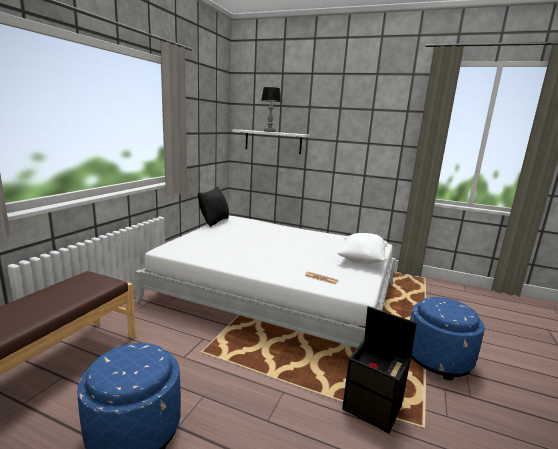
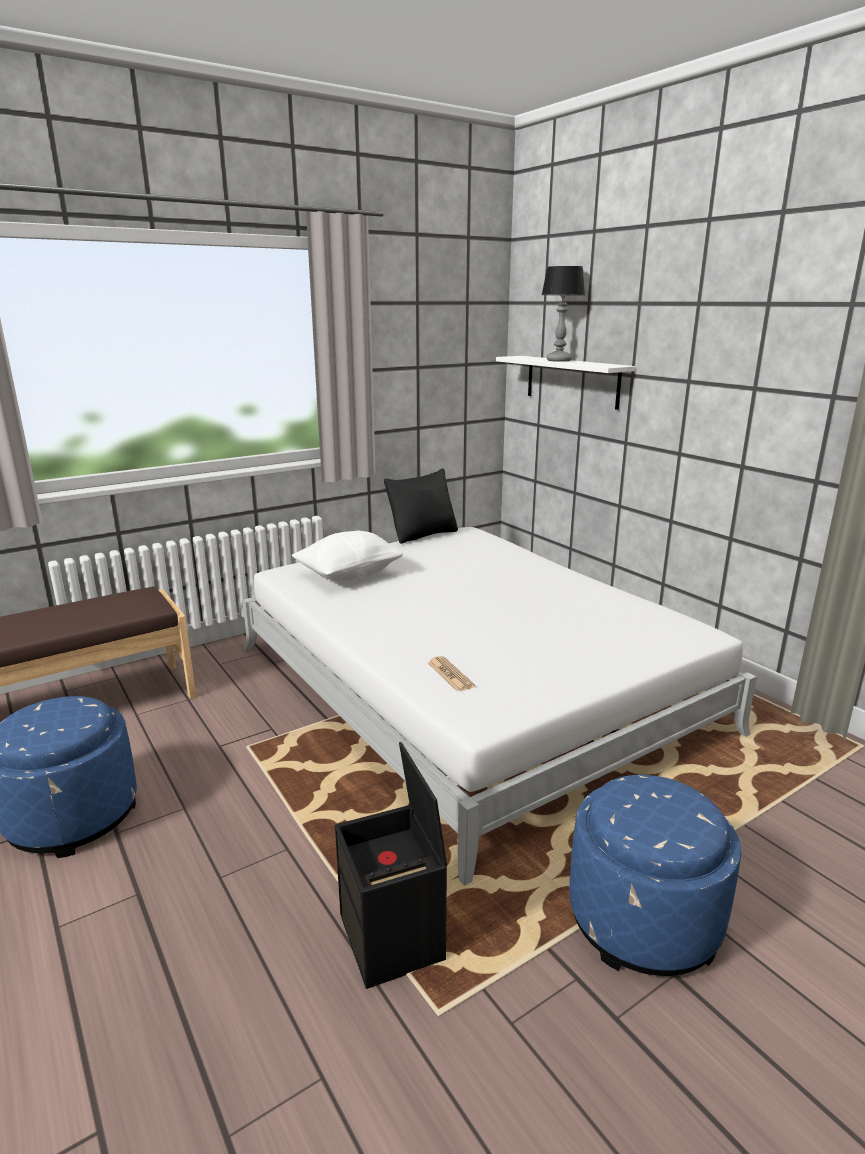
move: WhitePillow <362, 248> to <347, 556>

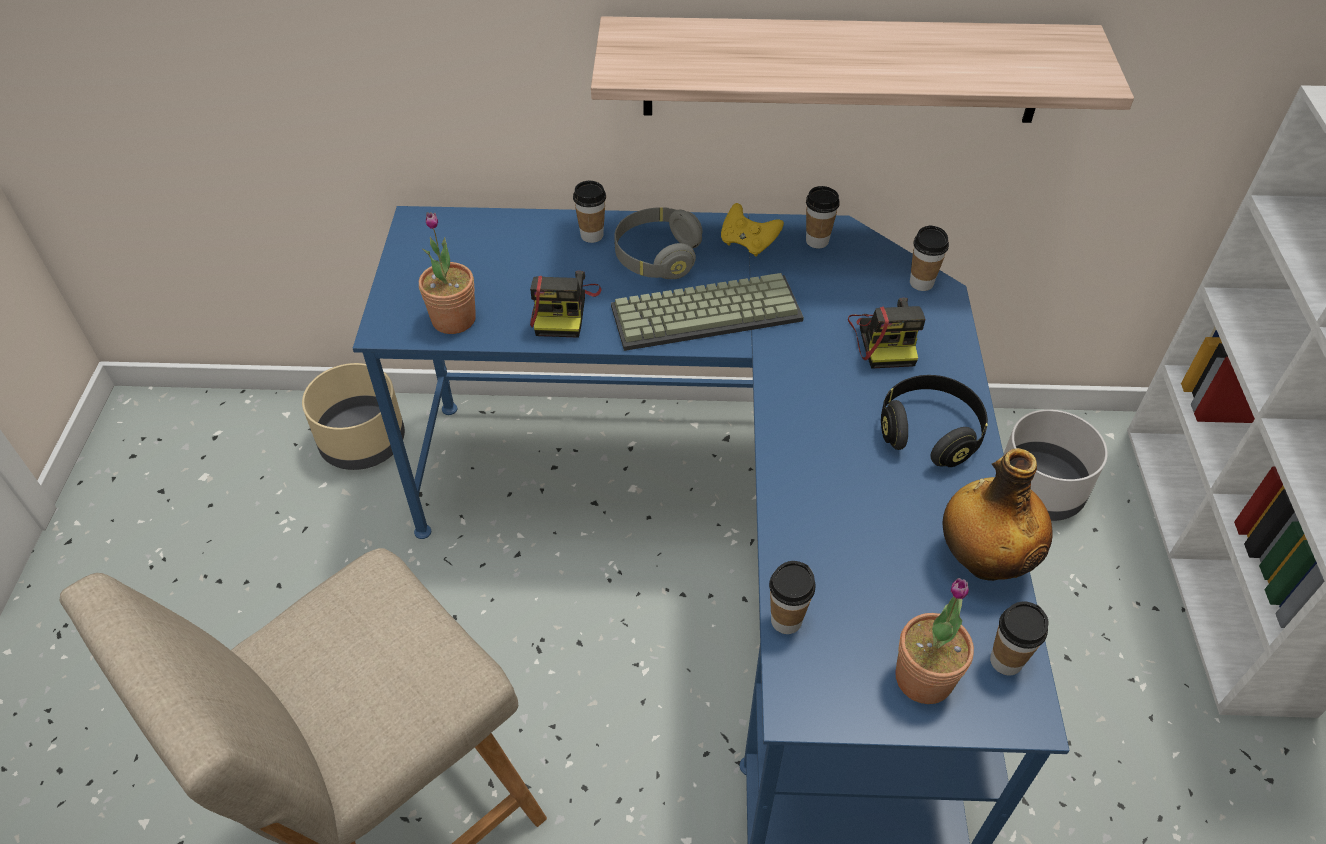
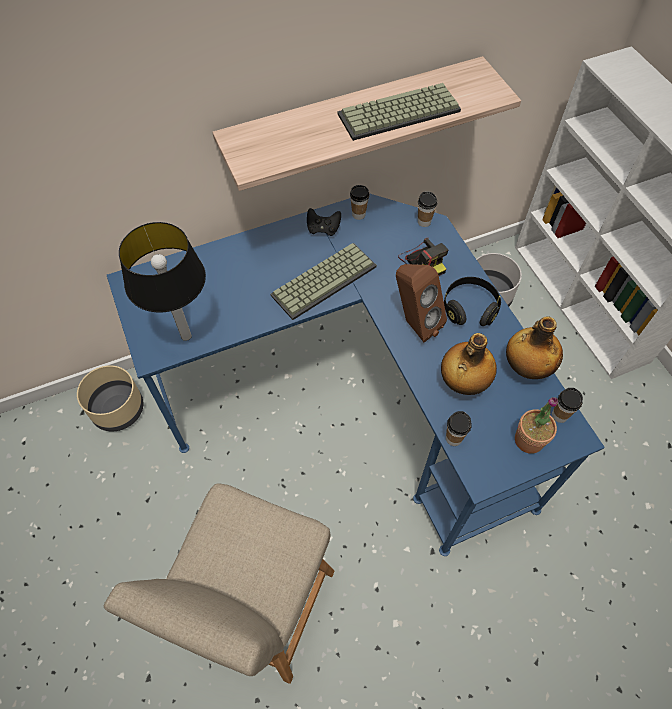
delete: PhotoCamera <566, 304>; Cup <589, 212>; GreyHeadphones <658, 243>
insert: Keyboard <399, 112>; BrownSpeaker <421, 303>; Bottle <469, 364>
replace: PottedPlant <447, 273> to TableLamp <162, 281>
recolor: YellowGameController <752, 230> to BlackGameController <324, 222>

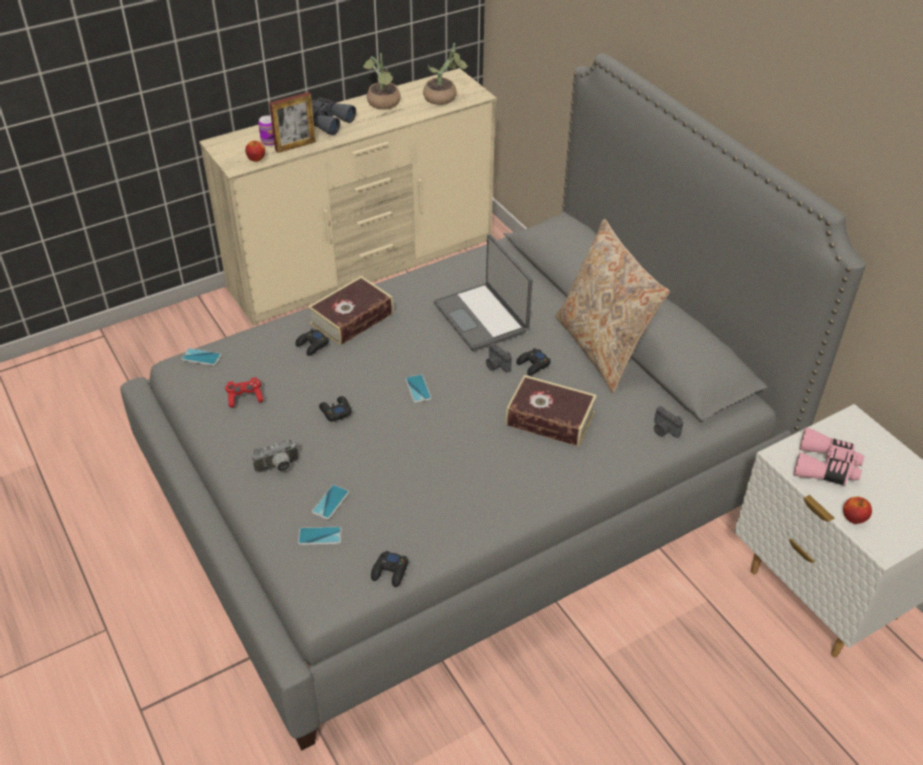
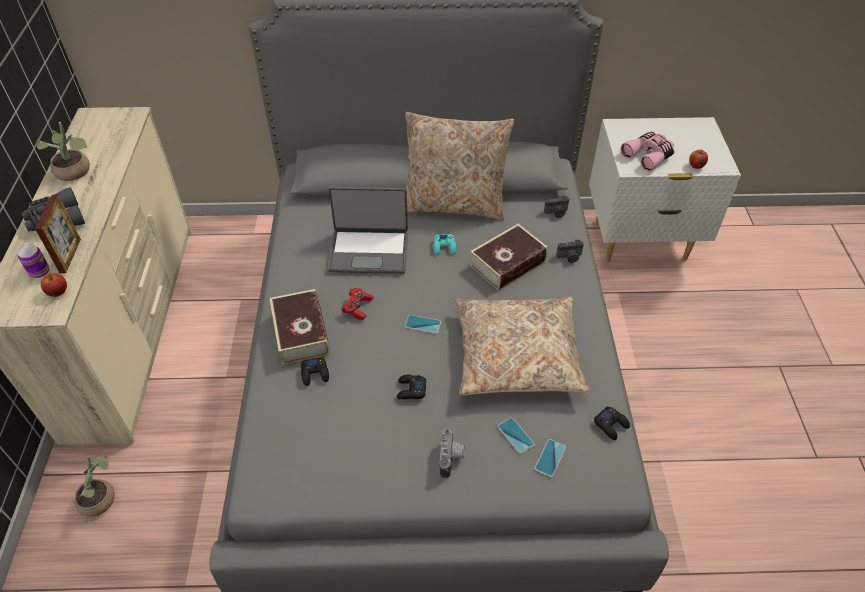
delete: Phone <201, 357>
insert: BeigePillow <523, 345>
move: PottedPlant <445, 74> to <94, 486>; RedGameController <244, 392> to <357, 304>; PhotoCamera <499, 358> to <570, 251>
recolor: BlackGameController <533, 361> to TurquoiseGameController <444, 244>

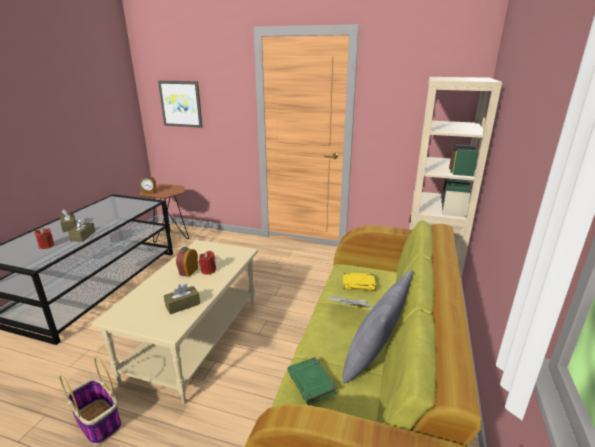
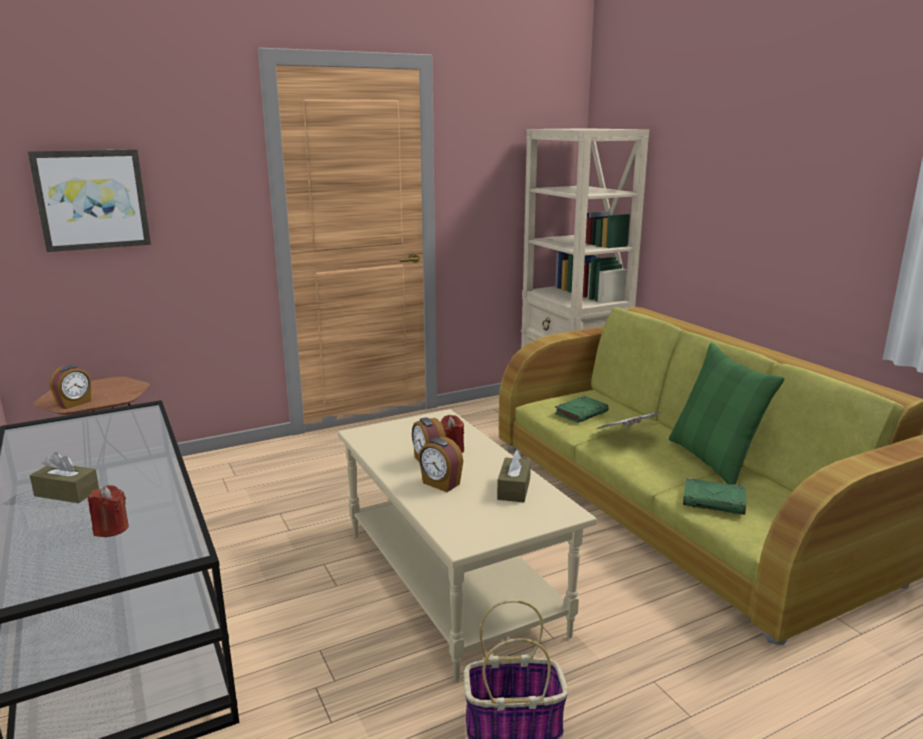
delete: BrownTissueBox <82, 230>
insert: AlarmClock <441, 464>
recolor: YellowBook <359, 281> to GreenBook <582, 409>; GreyPillow <377, 327> to GreenPillow <727, 414>

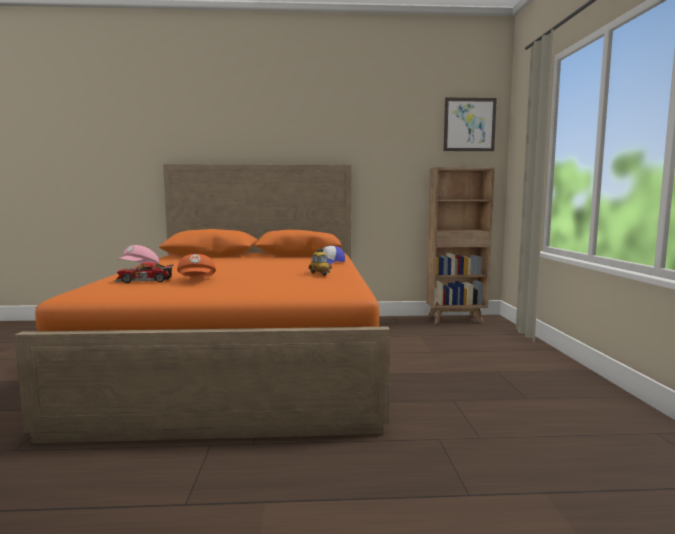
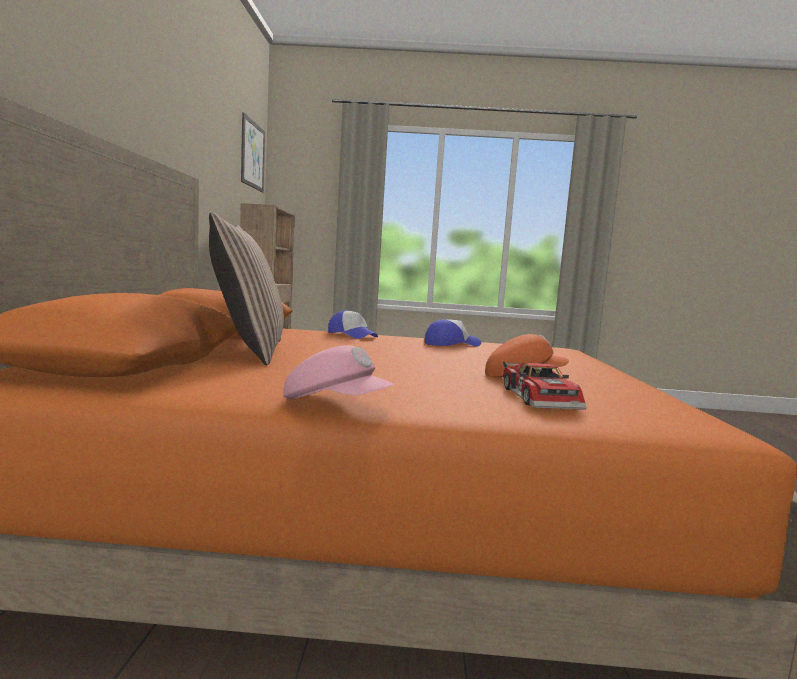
insert: Pillow <246, 288>
replace: ToyCar <320, 262> to Cap <453, 332>

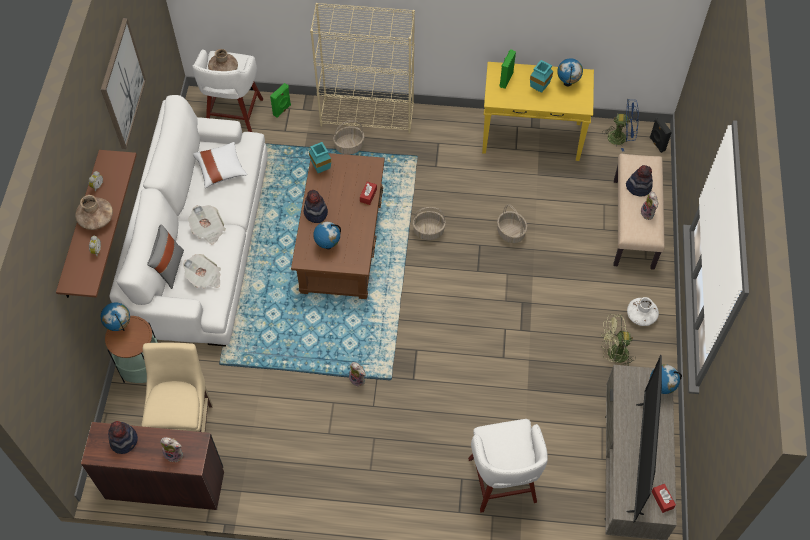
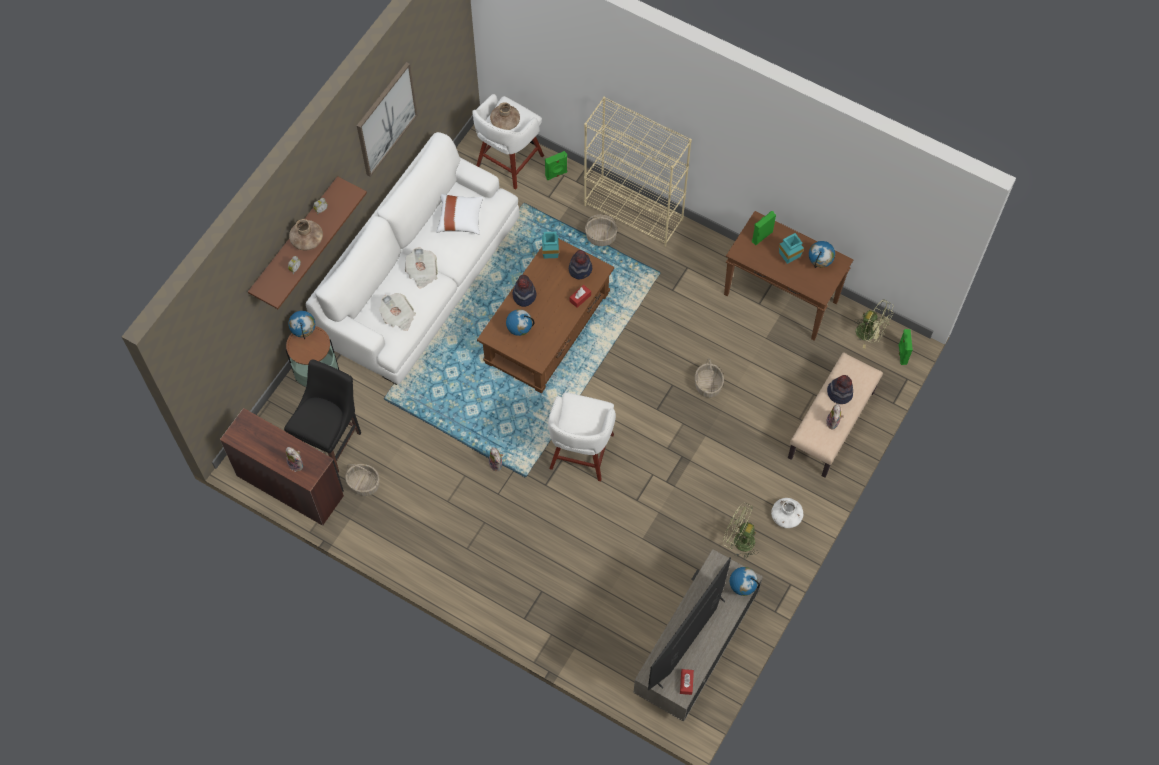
delete: GreyPillow <165, 256>
move: Basket <429, 223> to <362, 480>; WhiteStool <508, 466> to <582, 436>; Hat <123, 437> to <580, 264>
recolor: BeigeChair <177, 387> to BlackChair <322, 415>; YellowConsoleTable <538, 111> to BrownConsoleTable <789, 276>; BlueFan <620, 125> to GreenFan <874, 324>; BlackSpeaker <660, 135> to GreenSpeaker <906, 347>

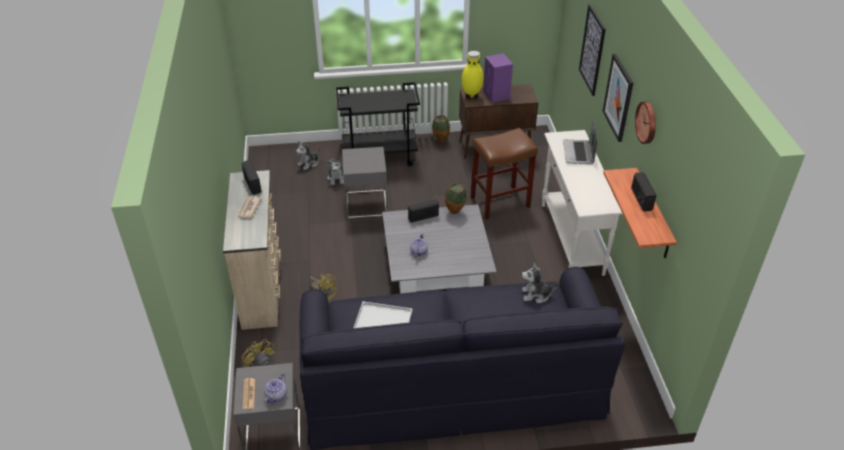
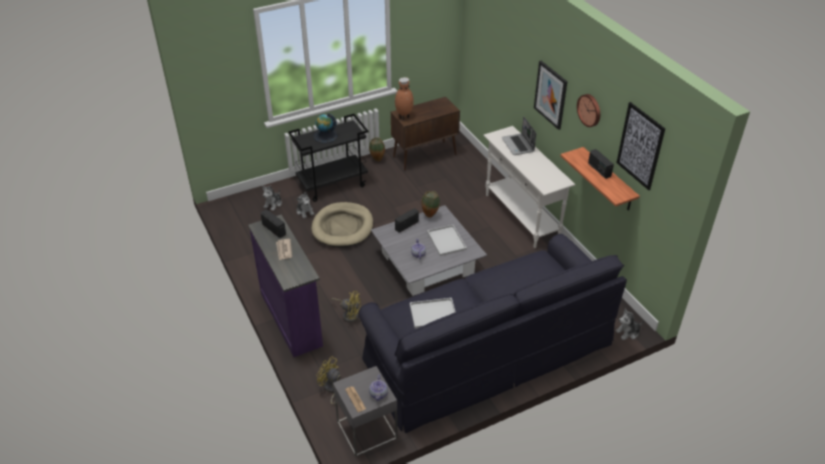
delete: BrownStool <504, 173>; PurpleSpeaker <498, 78>
insert: Globe <325, 128>; WhiteTray <447, 240>
move: PlushToy <540, 282> to <629, 324>; Picture <592, 50> to <640, 146>
replace: GreySideTable <365, 183> to BeigeDogBed <342, 225>
recolor: BeigeDresser <252, 250> to PurpleDresser <285, 286>; YellowVase <473, 75> to BrownVase <404, 98>

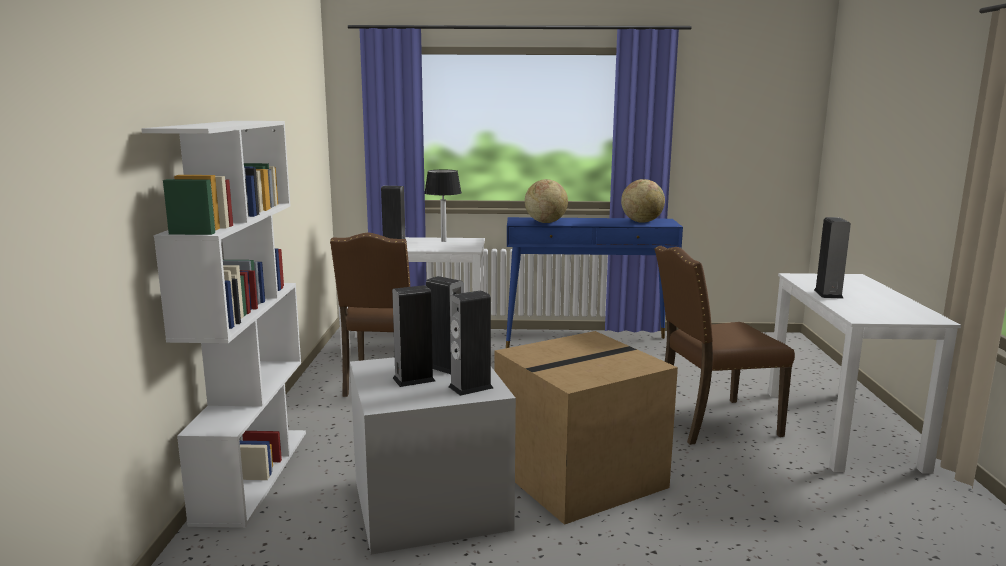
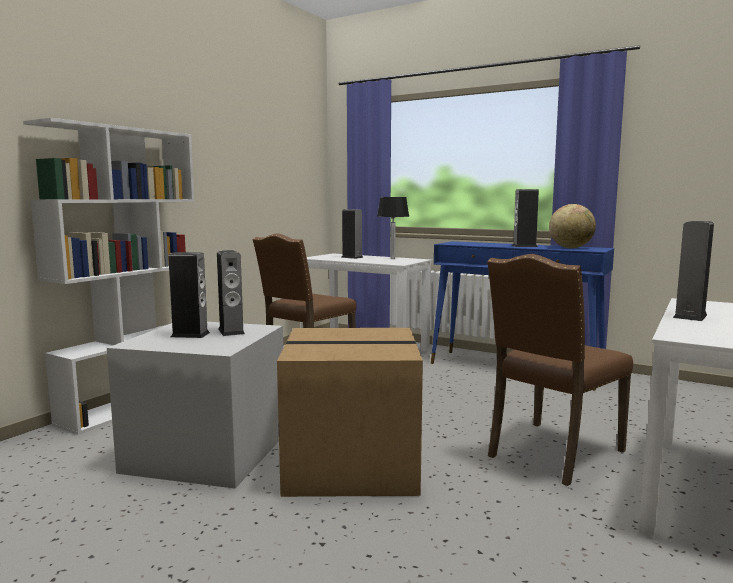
delete: Globe <546, 201>
move: Speaker <471, 343> to <525, 218>
rotate: BrownChair <724, 345> = <560, 370> 60 degrees counterclockwise

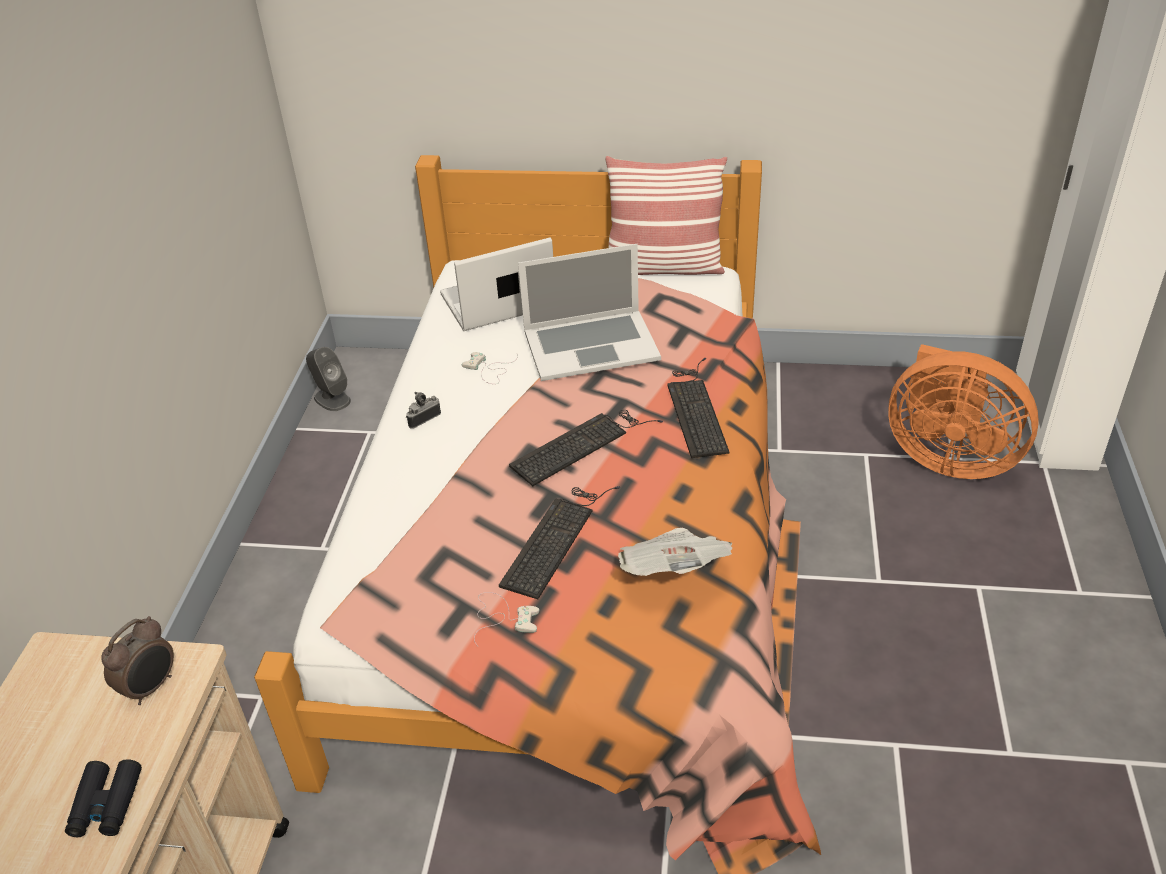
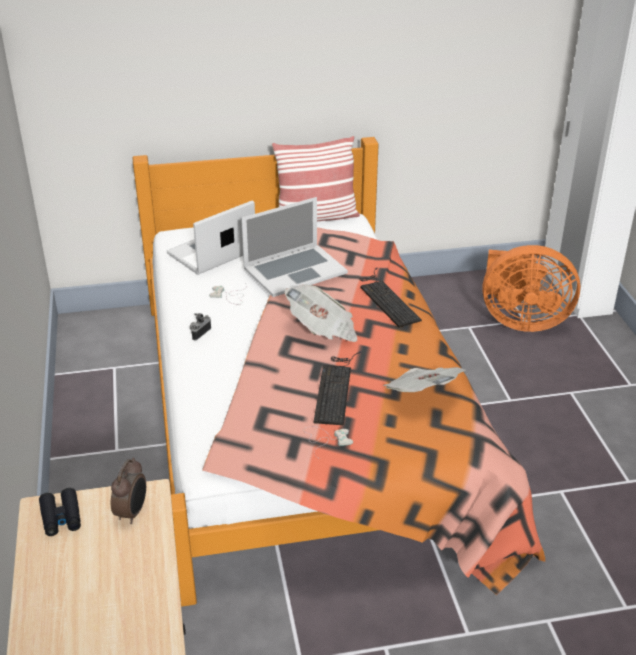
delete: GreySpeaker <328, 379>
move: BlackBinoculars <103, 798> to <60, 512>
replace: Keyboard <586, 448> to Newspaper <321, 313>

